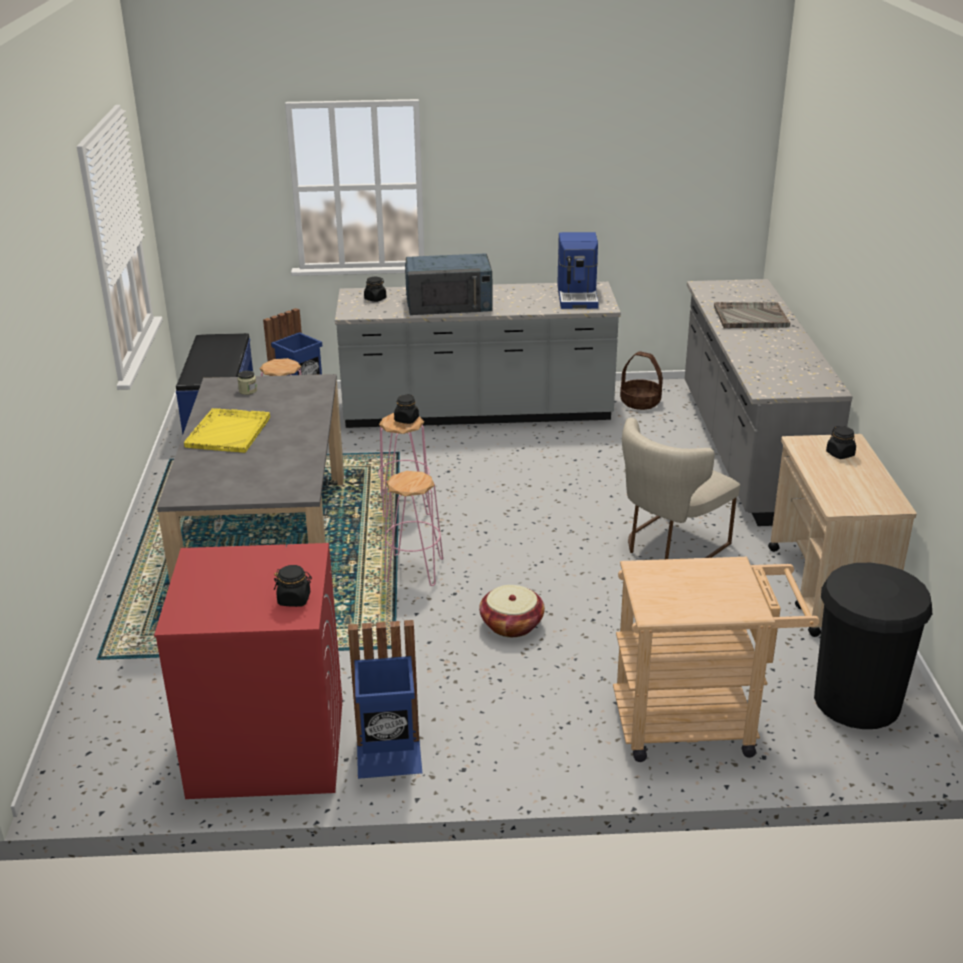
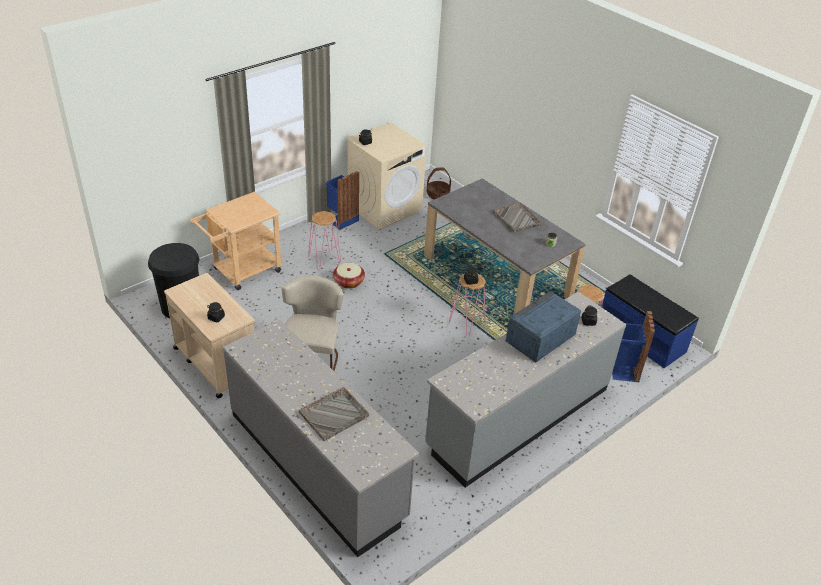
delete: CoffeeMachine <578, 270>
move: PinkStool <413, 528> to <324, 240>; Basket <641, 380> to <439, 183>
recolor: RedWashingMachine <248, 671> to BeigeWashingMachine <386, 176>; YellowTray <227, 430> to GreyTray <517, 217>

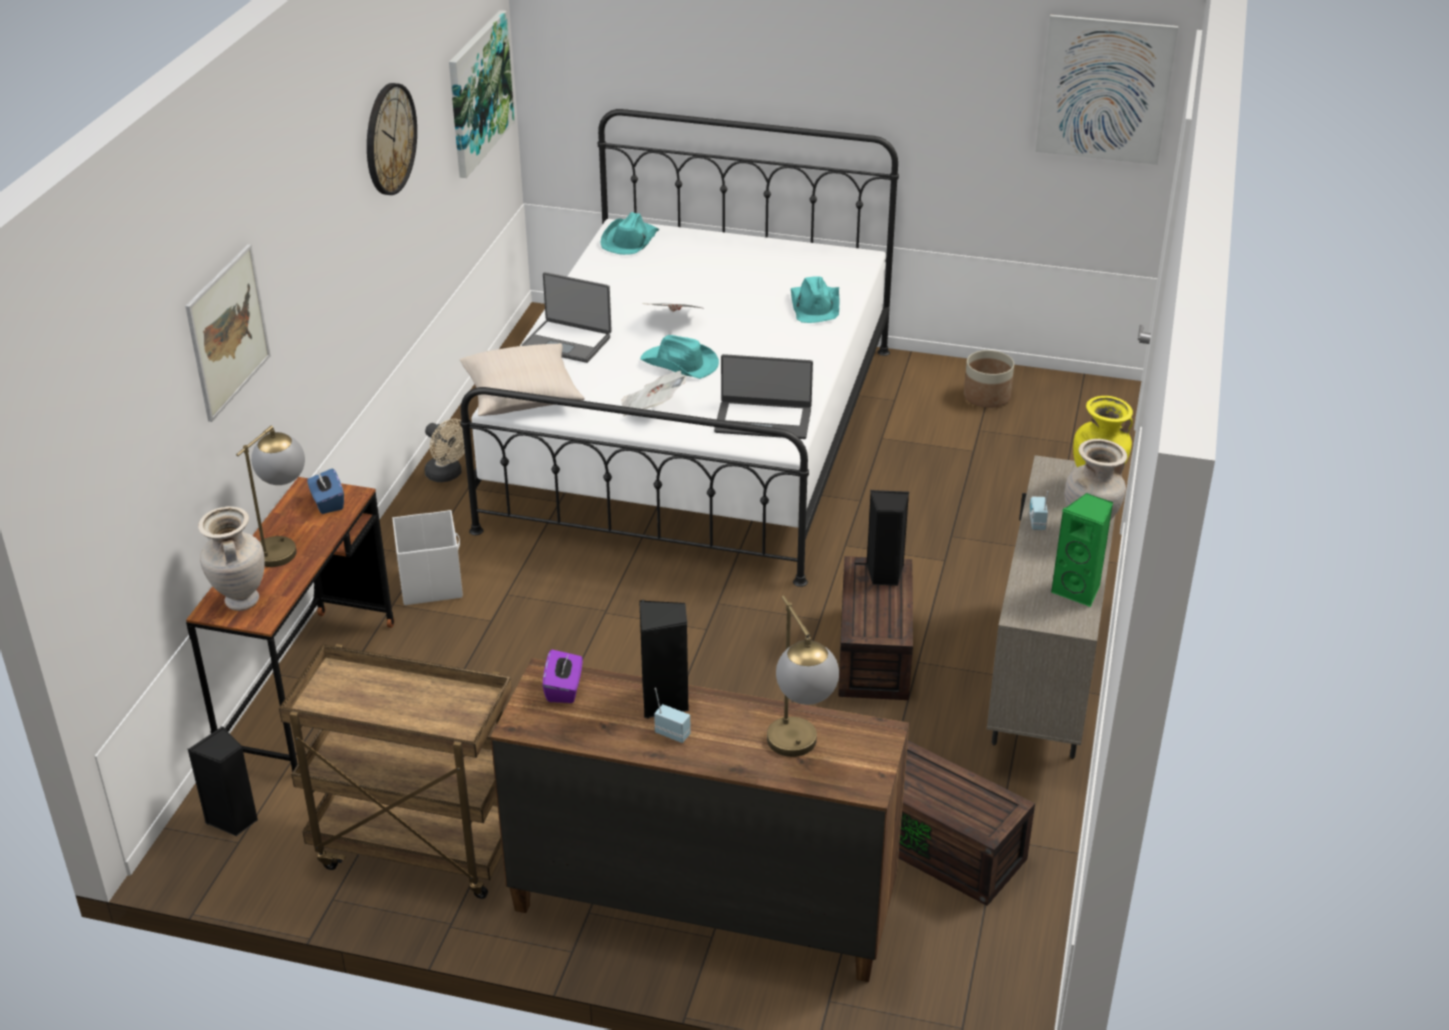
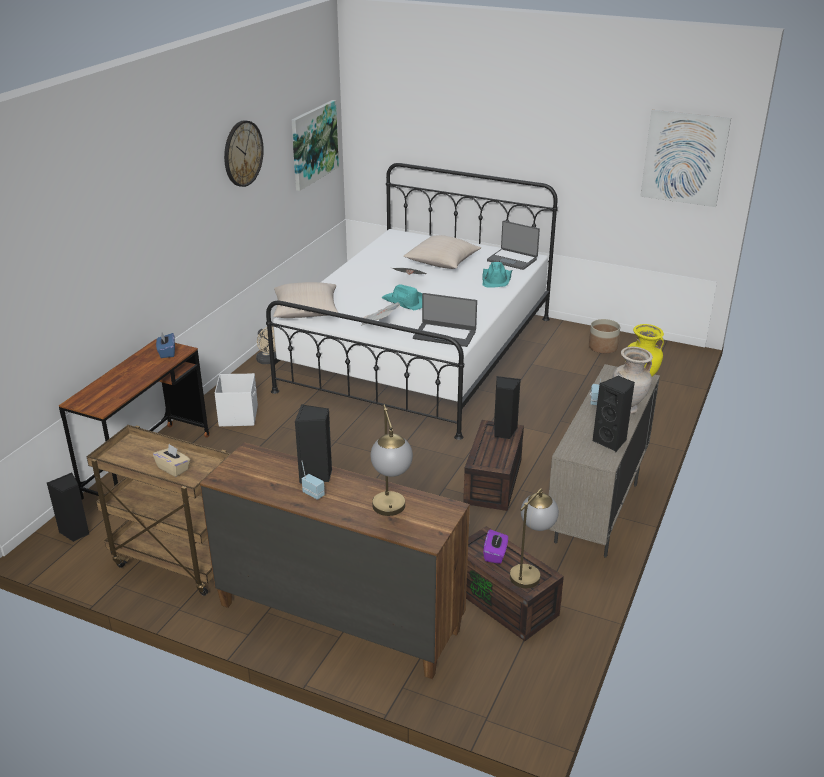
delete: Picture <228, 333>; BeigeVase <231, 558>; TurquoiseHat <629, 233>
insert: BeigeTissueBox <171, 460>; BeigePillow <442, 252>
move: PurpleTissueBox <562, 676> to <495, 546>; Laptop <567, 317> to <513, 245>; TableLamp <270, 496> to <534, 538>
recolor: GreenSpeaker <1082, 550> to BlackSpeaker <614, 414>

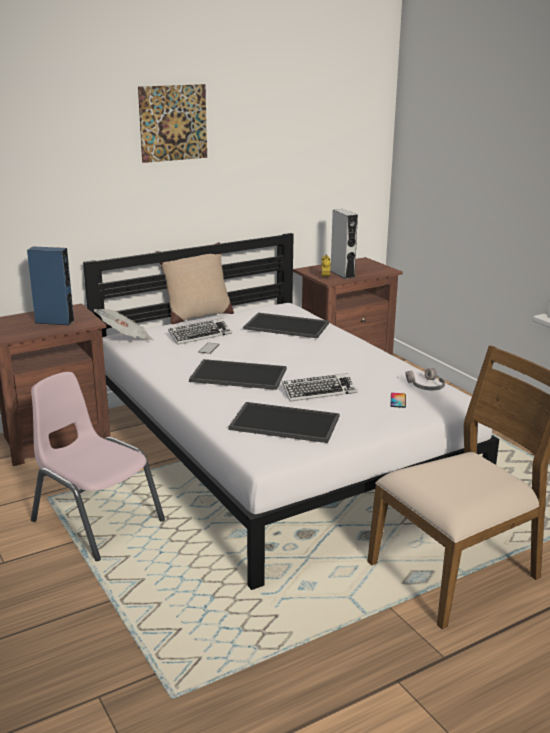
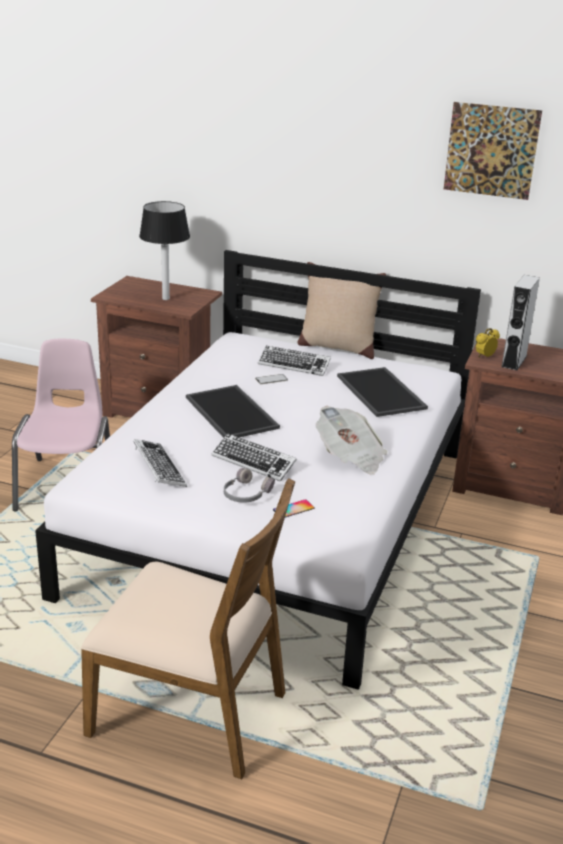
move: GreyHeadphones <425, 379> to <249, 485>; Newspaper <123, 324> to <351, 440>; Picture <172, 123> to <493, 151>
replace: Tray <284, 422> to Keyboard <160, 463>; BlueSpeaker <51, 285> to TableLamp <164, 250>

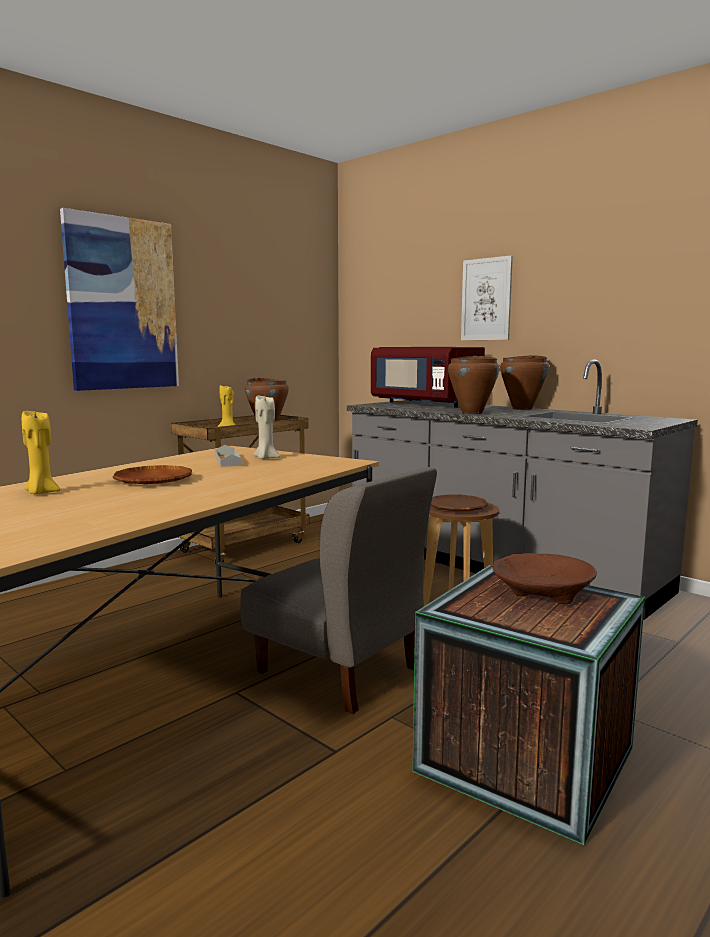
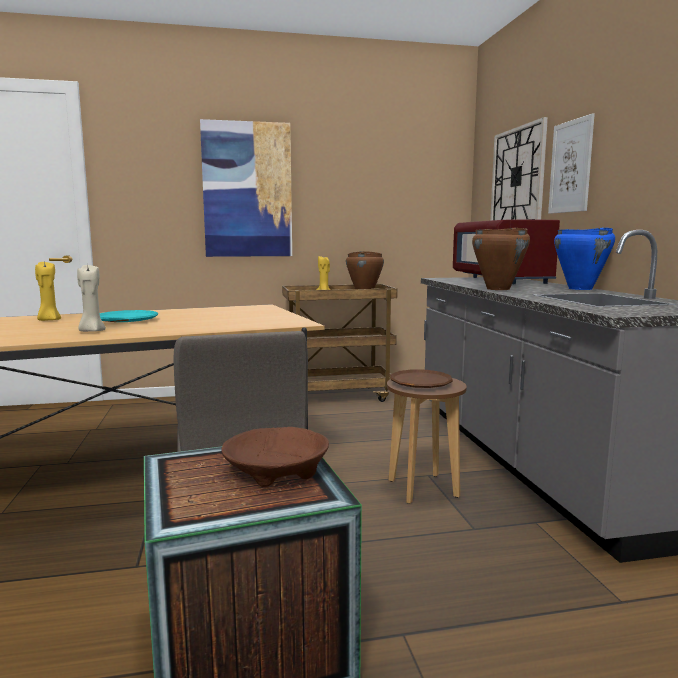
delete: GreyTray <229, 456>
insert: WallClock <519, 169>
move: BeigeCandle <267, 427> to <91, 297>
recolor: BrownPlate <152, 474> to TurquoisePlate <129, 316>; BrownCookingPot <524, 382> to BlueCookingPot <584, 259>

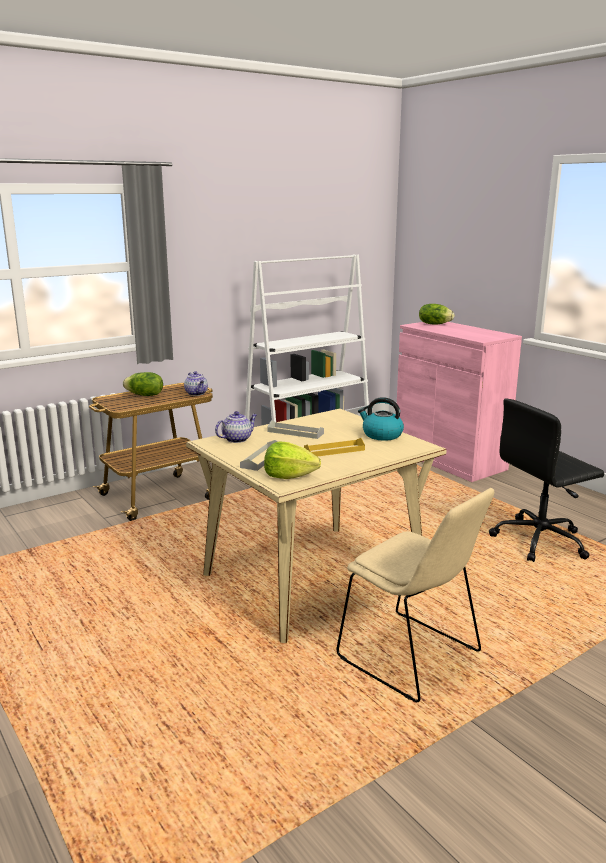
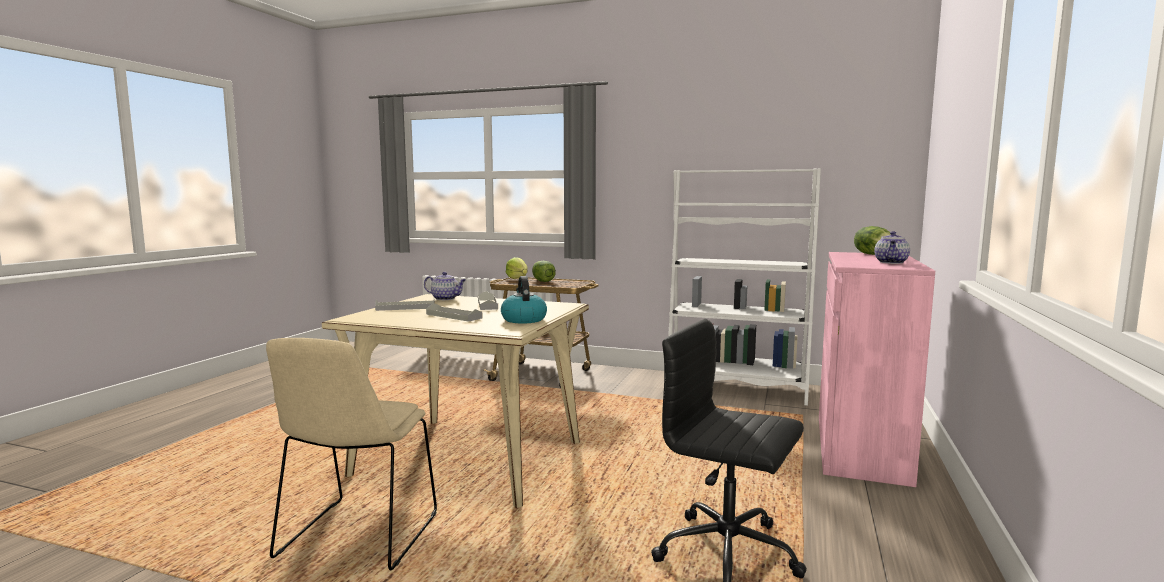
move: Lettuce <292, 460> to <517, 268>; Teapot <196, 383> to <892, 247>
recolor: YellowTray <334, 447> to GreyTray <454, 312>

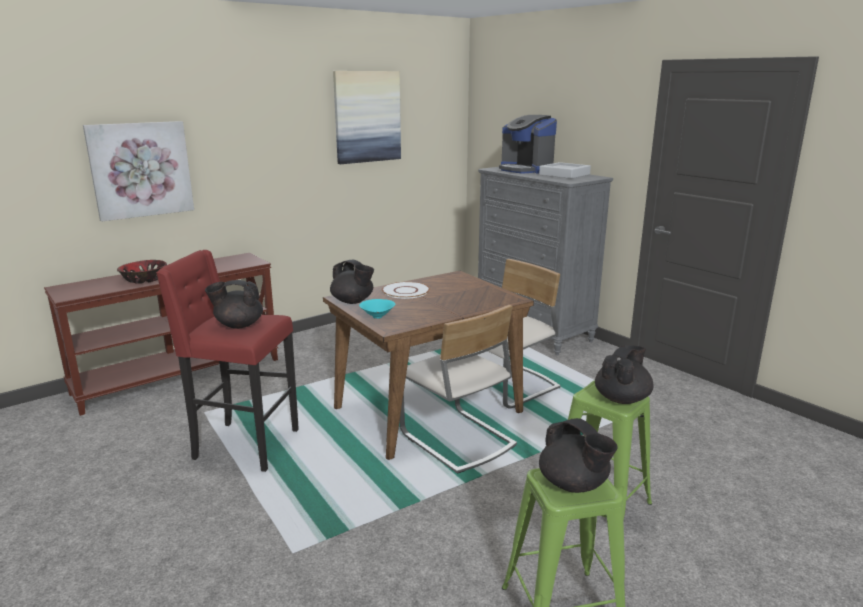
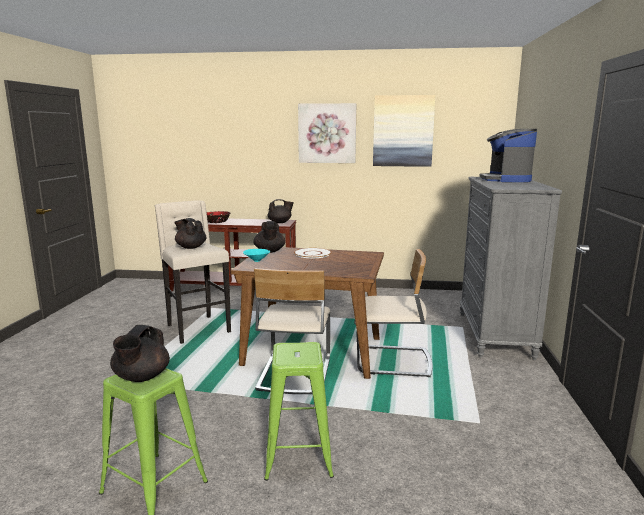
delete: GreyTray <565, 170>
move: BlackTeapot <624, 374> to <281, 211>; Picture <138, 171> to <327, 133>
recolor: RedStool <227, 361> to BeigeStool <193, 272>

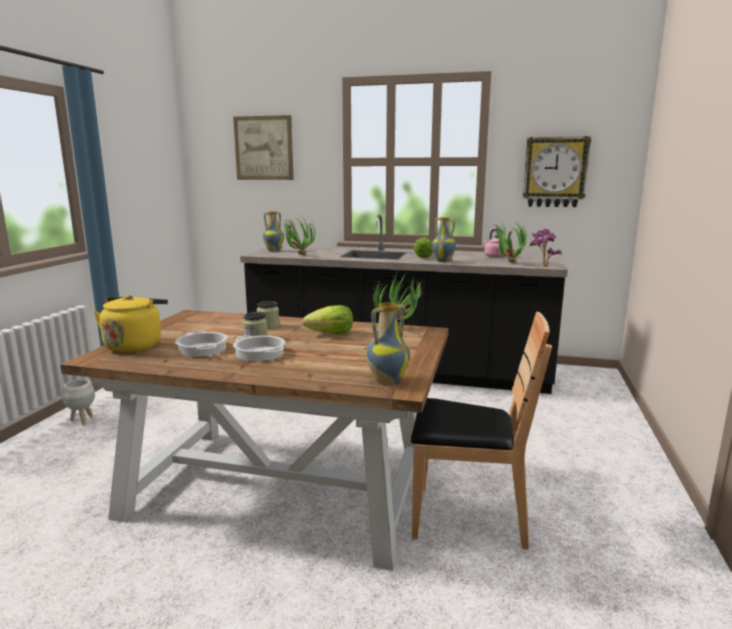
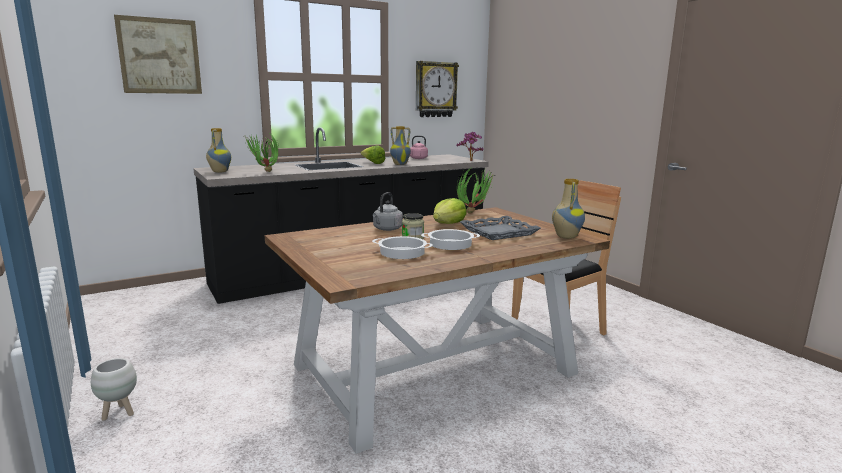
delete: YellowKettle <131, 323>; PottedPlant <511, 243>
insert: GreyTray <500, 228>
replace: Jar <268, 315> to GreyKettle <388, 211>

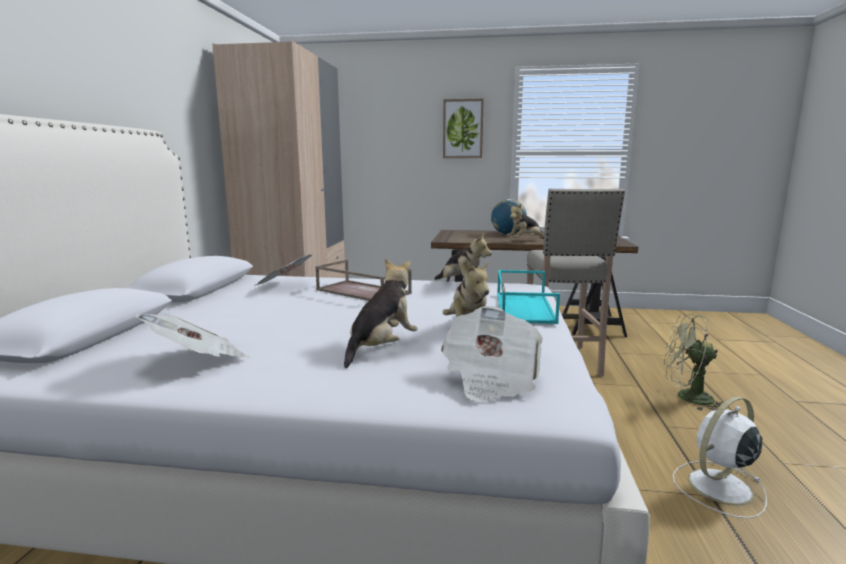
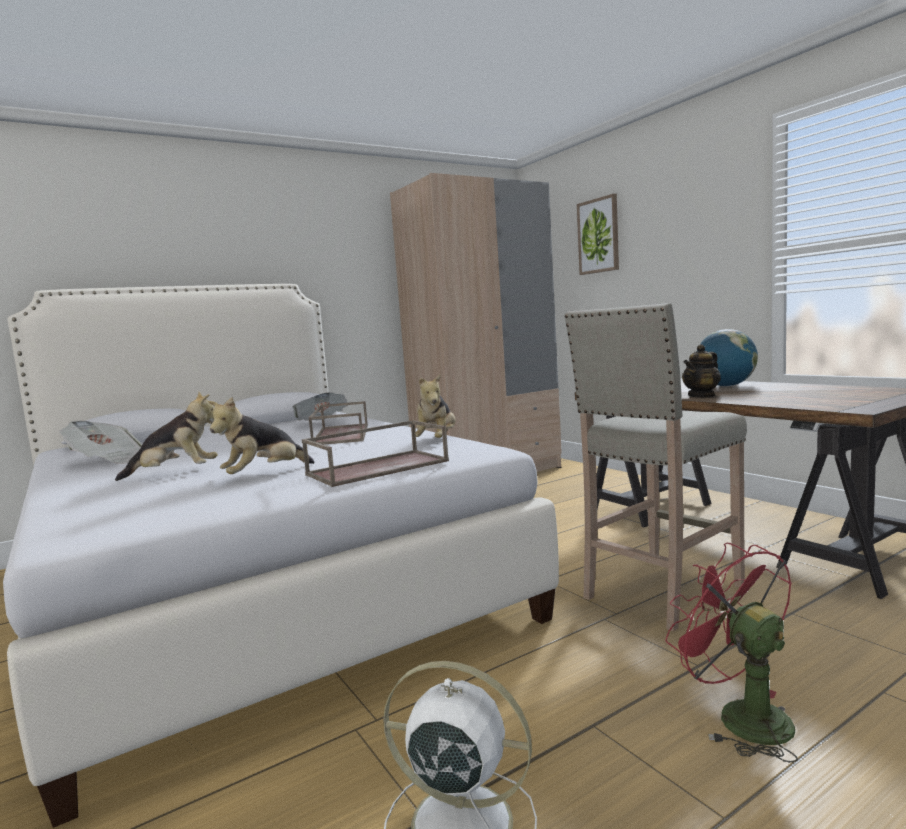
delete: Newspaper <492, 354>
move: Picture <463, 128> to <598, 234>
replace: PlushToy <525, 221> to Teapot <701, 371>
recolor: TurquoiseTray <528, 297> to BrownTray <375, 453>; GreenFan <693, 362> to RedFan <731, 653>

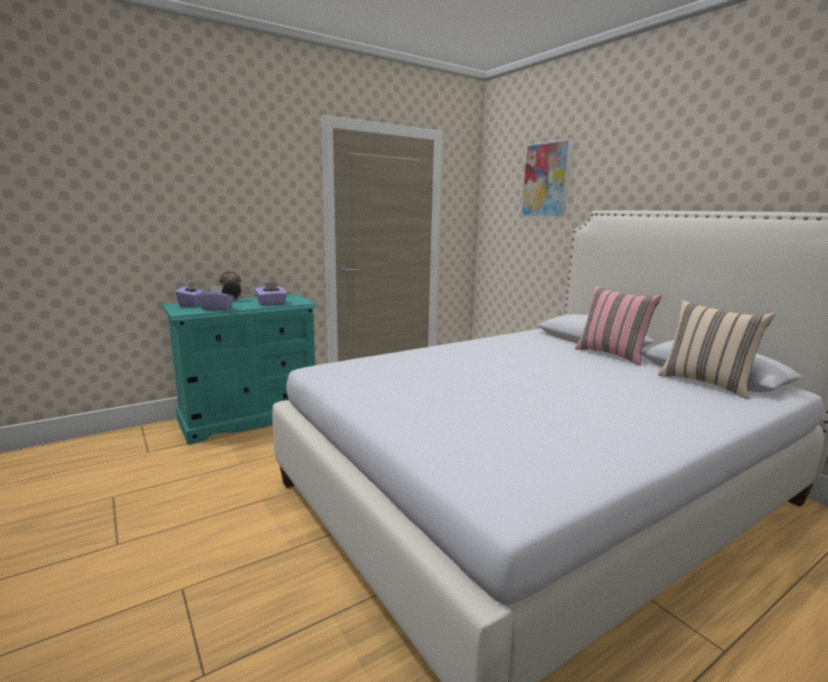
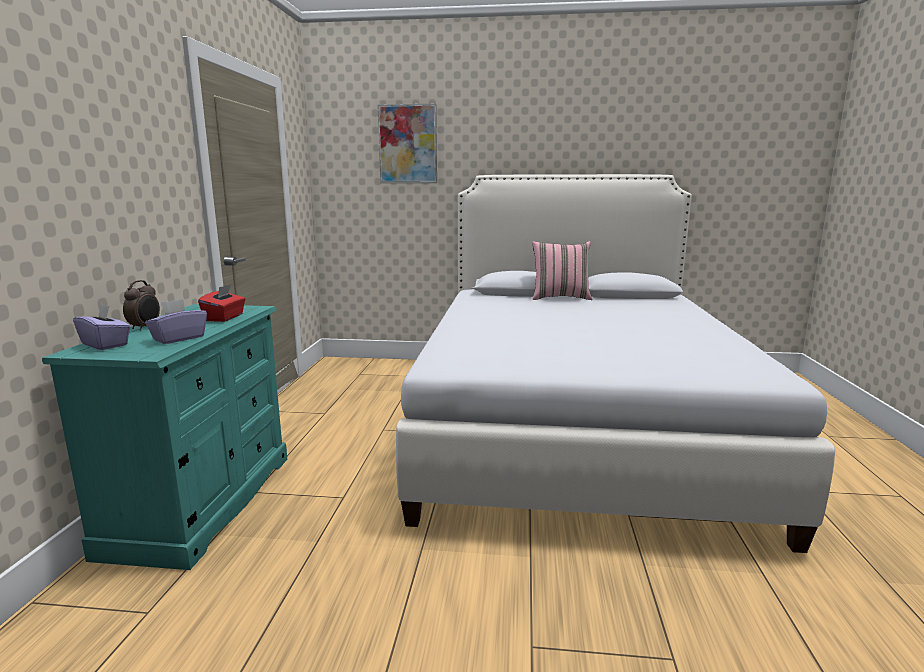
delete: BeigePillow <716, 349>
recolor: PurpleTissueBox <271, 294> to RedTissueBox <222, 303>

